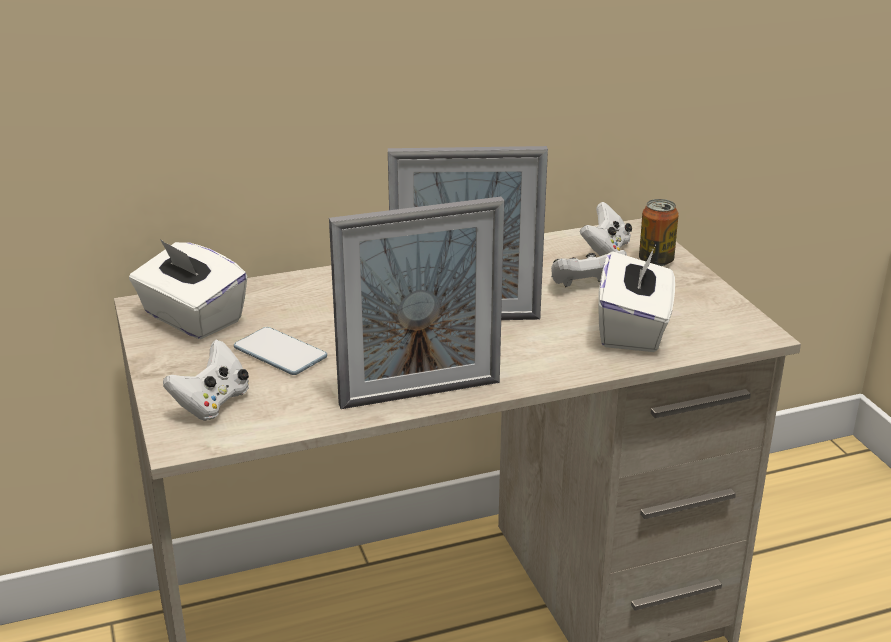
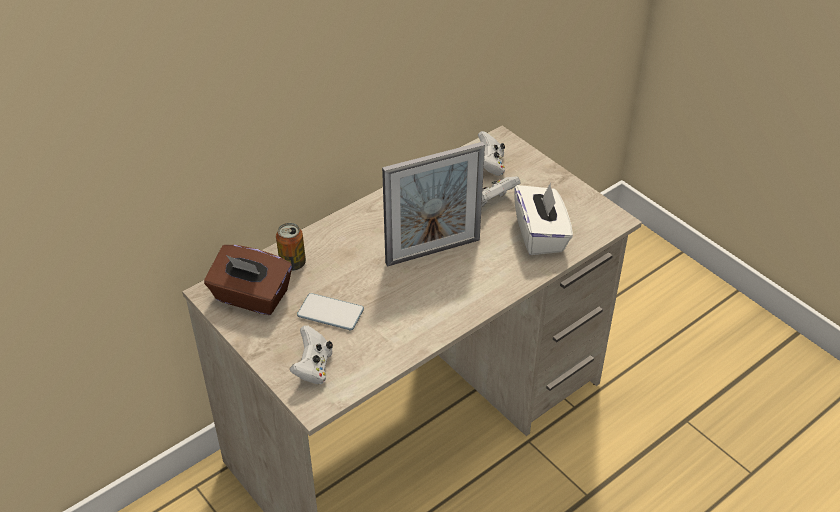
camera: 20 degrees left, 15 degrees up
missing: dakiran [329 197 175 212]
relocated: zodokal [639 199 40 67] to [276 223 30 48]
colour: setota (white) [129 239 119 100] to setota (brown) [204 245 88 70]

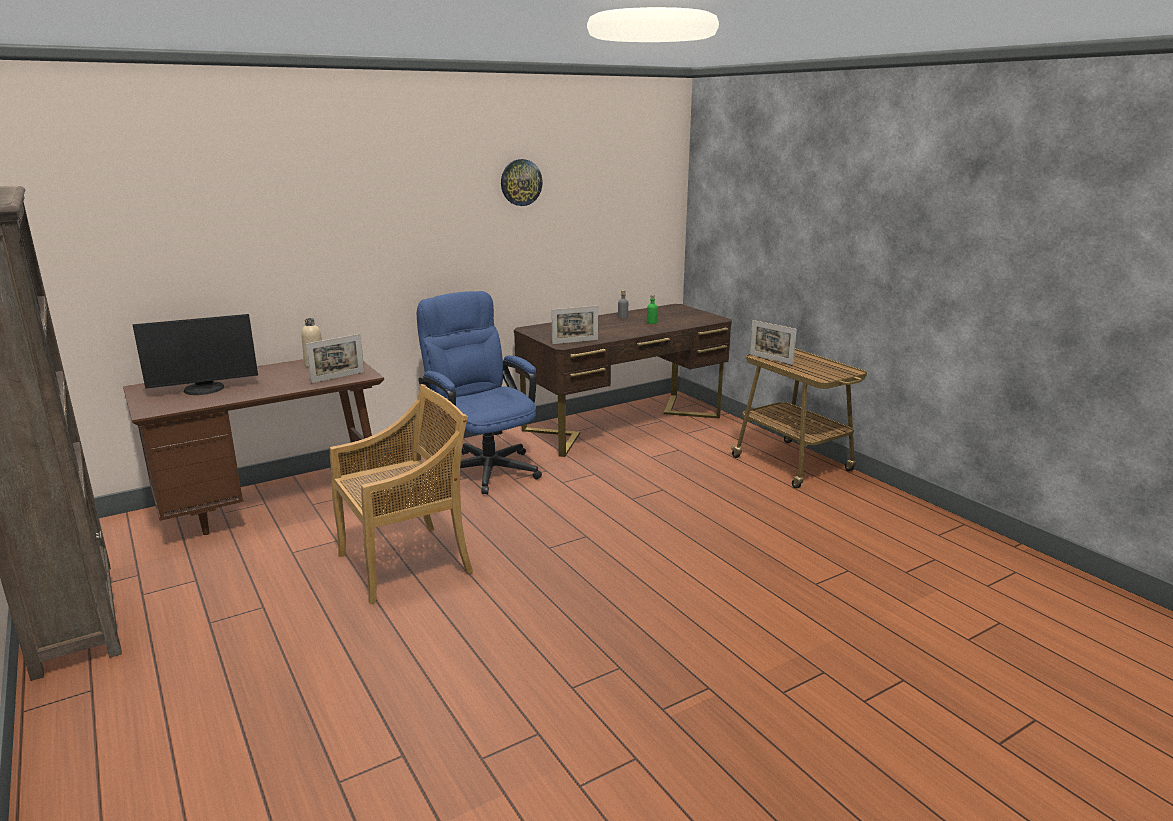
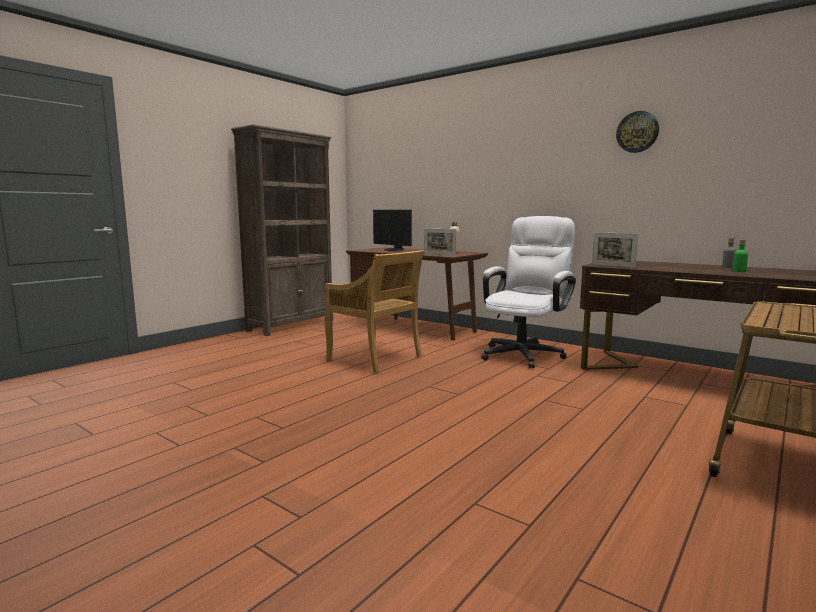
camera: 70 degrees right, 10 degrees down
missing: dakiran [750 320 47 45]
colour: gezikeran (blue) [417 291 125 203] to gezikeran (white) [481 216 95 152]

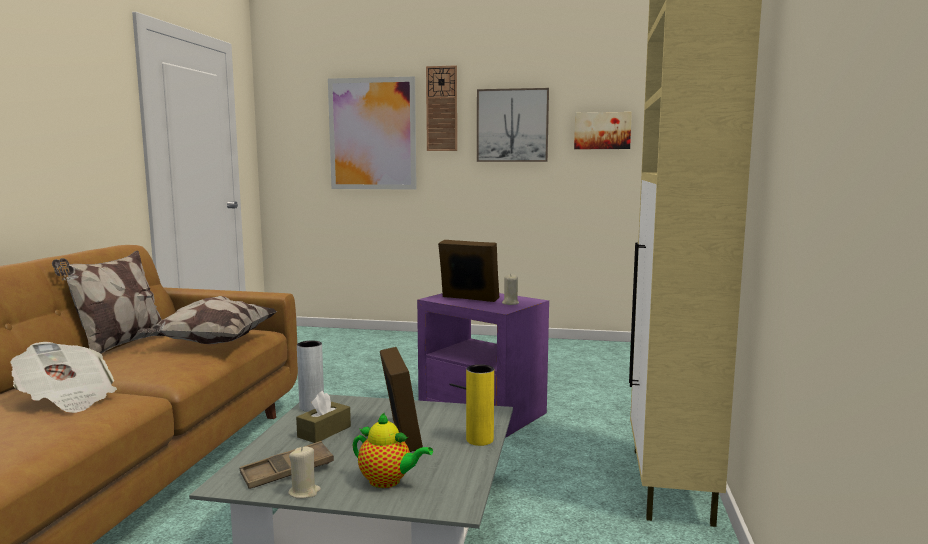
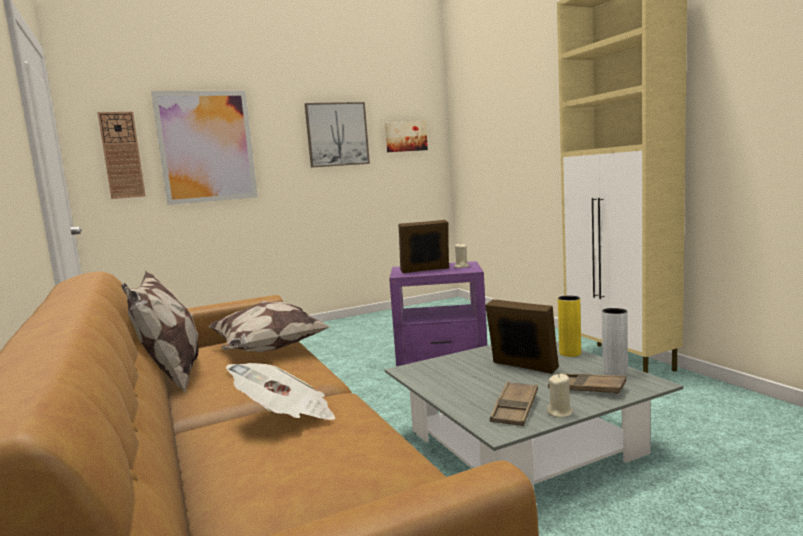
camera: 35 degrees left, 0 degrees up
missing: setota (brown) [296 391 55 52]
relocated: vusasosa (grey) [297 341 27 71] to [602 308 26 68]; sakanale [426 66 31 85] to [98 111 48 88]
exchanged: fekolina [353 413 80 75] to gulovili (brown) [548 373 78 21]

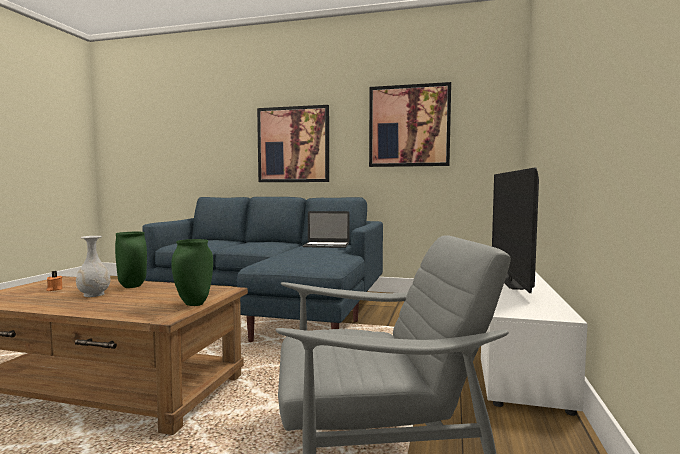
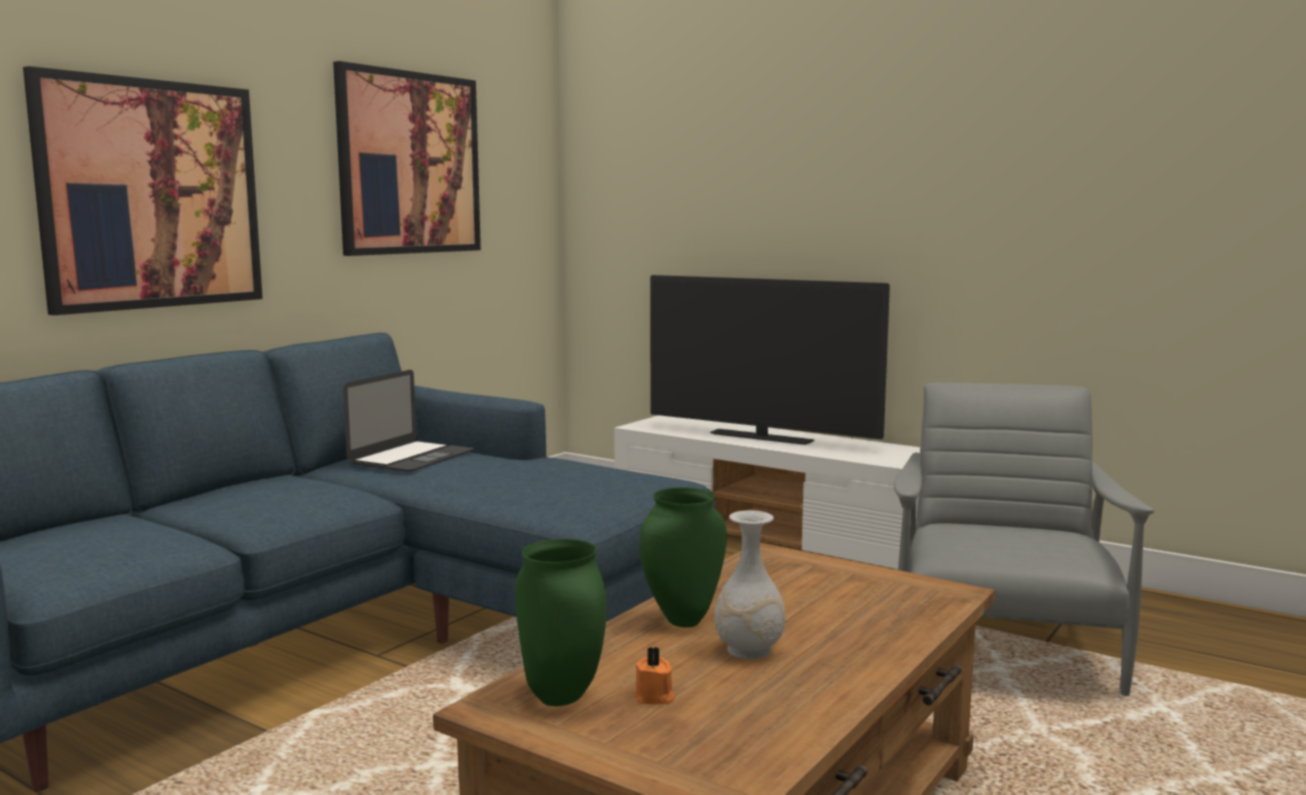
camera: 70 degrees left, 5 degrees up
relocated: vusasosa (green) [171 239 42 67] to [515 539 91 167]

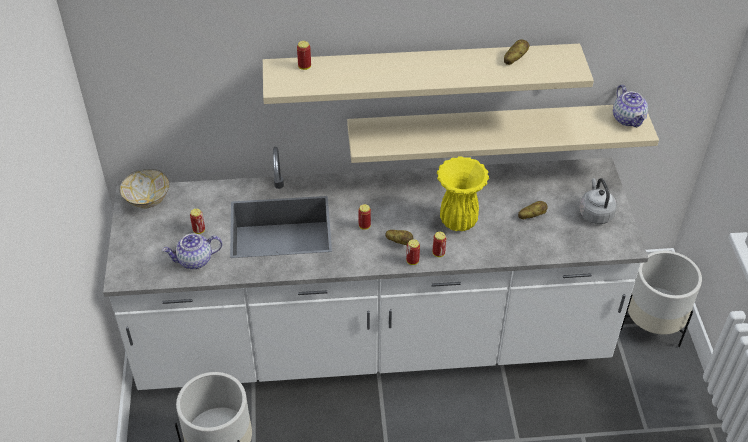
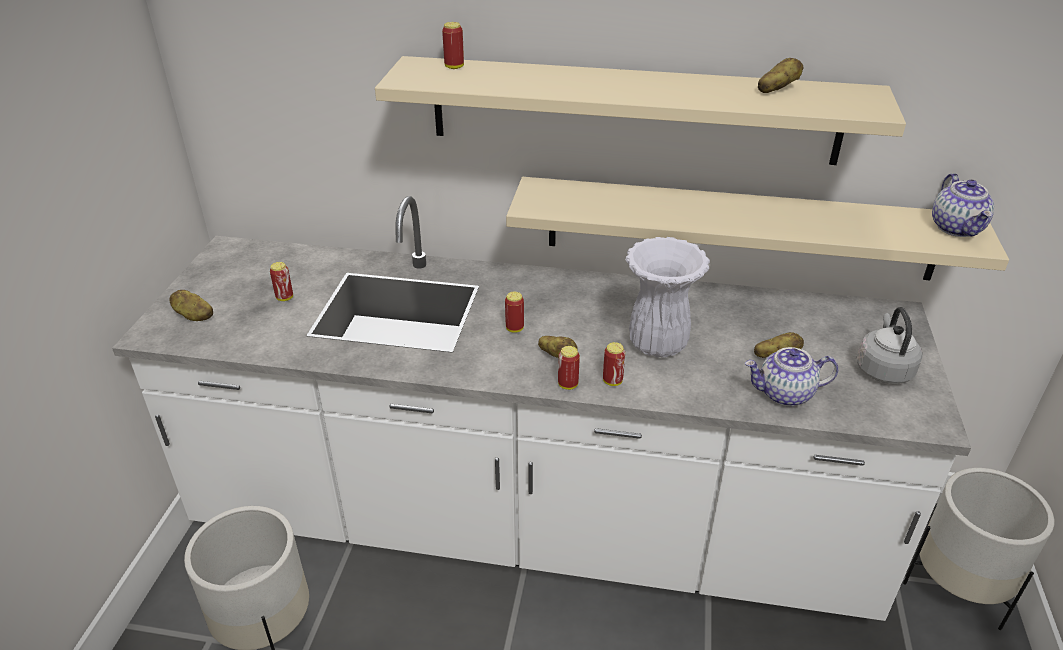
camera: 15 degrees right, 10 degrees down
missing: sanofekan [119 169 50 40]
appeared: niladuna [169 290 44 31]
relocated: fekolina [162 233 60 36] to [745 347 93 59]
colour: vusasosa (yellow) [437 156 52 75] to vusasosa (white) [626 237 84 121]

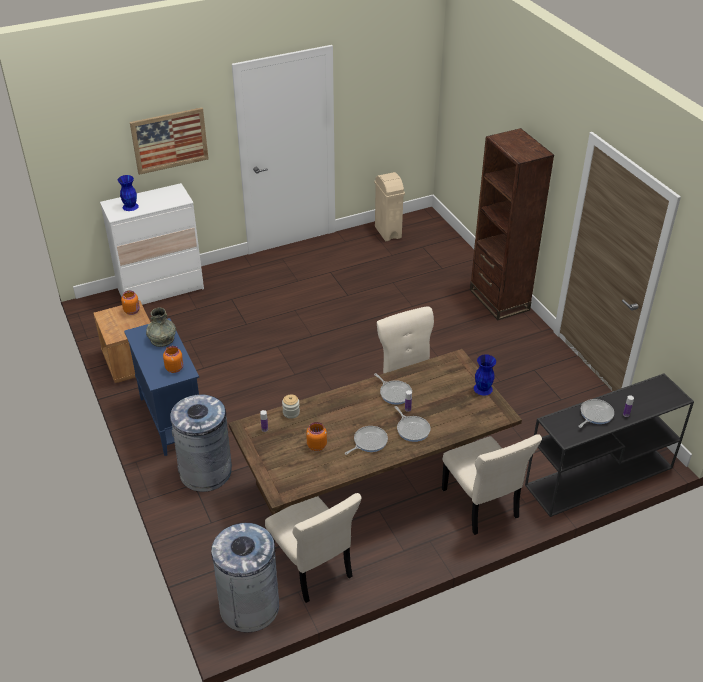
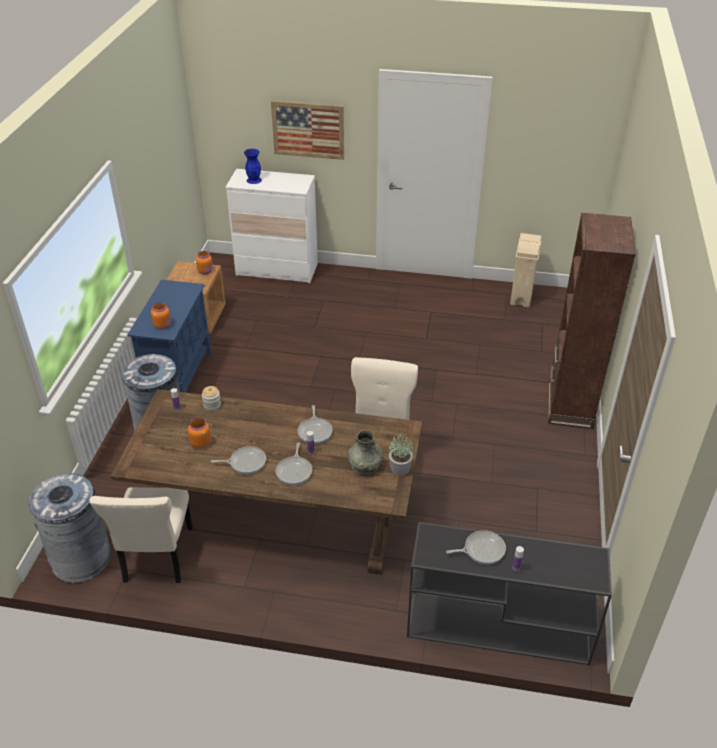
camera: 35 degrees right, 0 degrees up
missing: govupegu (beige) [442 434 100 101]
relocated: vusasosa (grey) [146 308 30 39] to [348 430 35 45]
exchanged: vusasosa (blue) [474 354 22 42] to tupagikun [389 433 24 42]

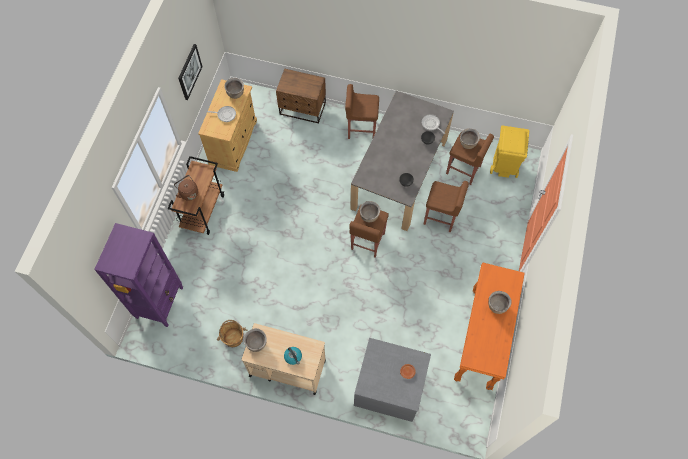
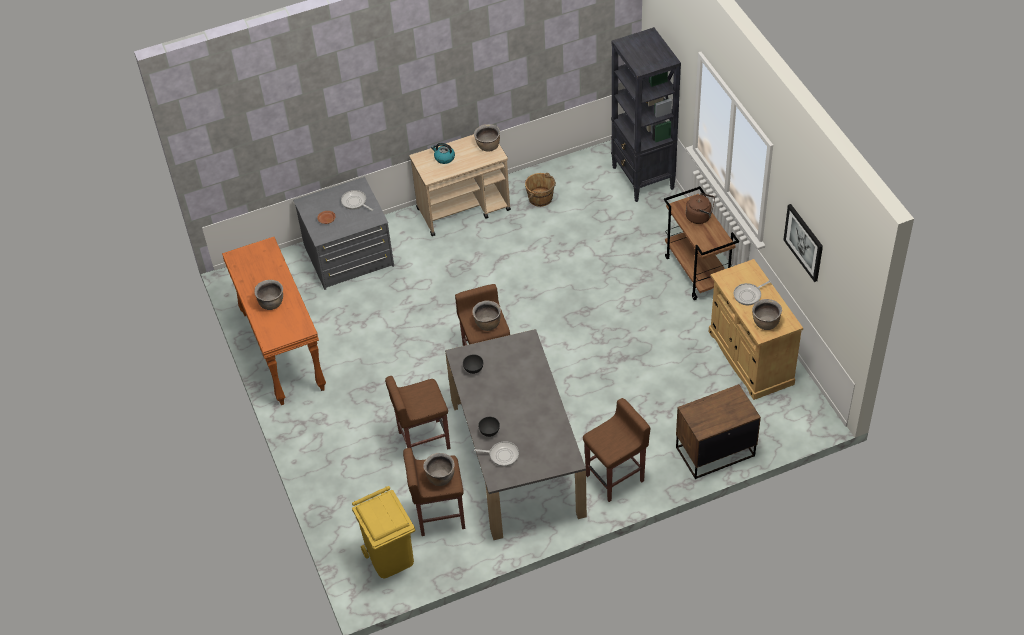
camera: 145 degrees right, 15 degrees down
appeared: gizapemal [341 190 32 21]
colour: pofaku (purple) [94 223 89 104] to pofaku (black) [611 27 70 175]

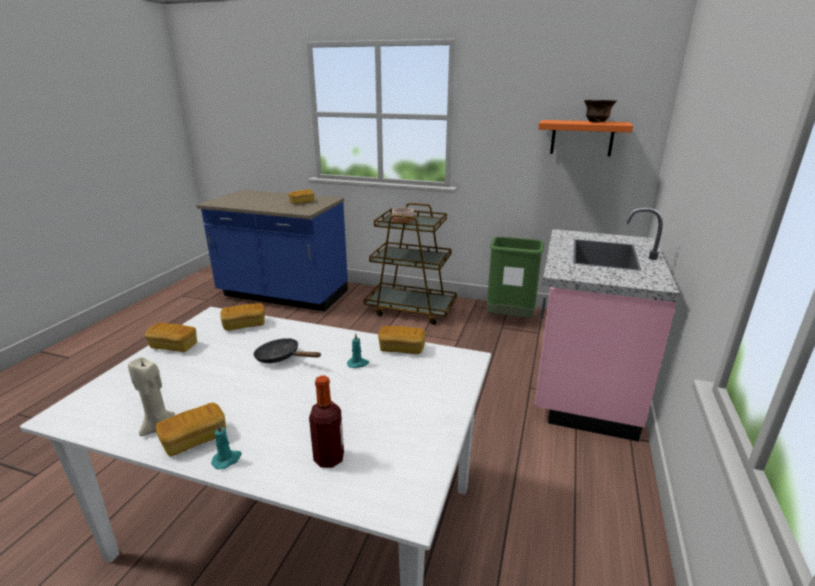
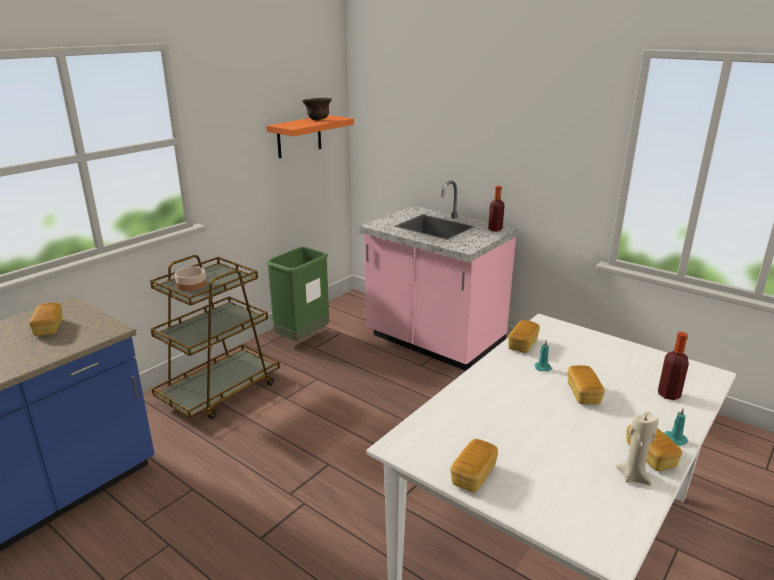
camera: 70 degrees left, 0 degrees up
missing: gizapemal (black) [253 338 68 25]
appeared: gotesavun [488 186 17 46]
relocated: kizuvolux [220 303 45 28] to [568 365 37 40]

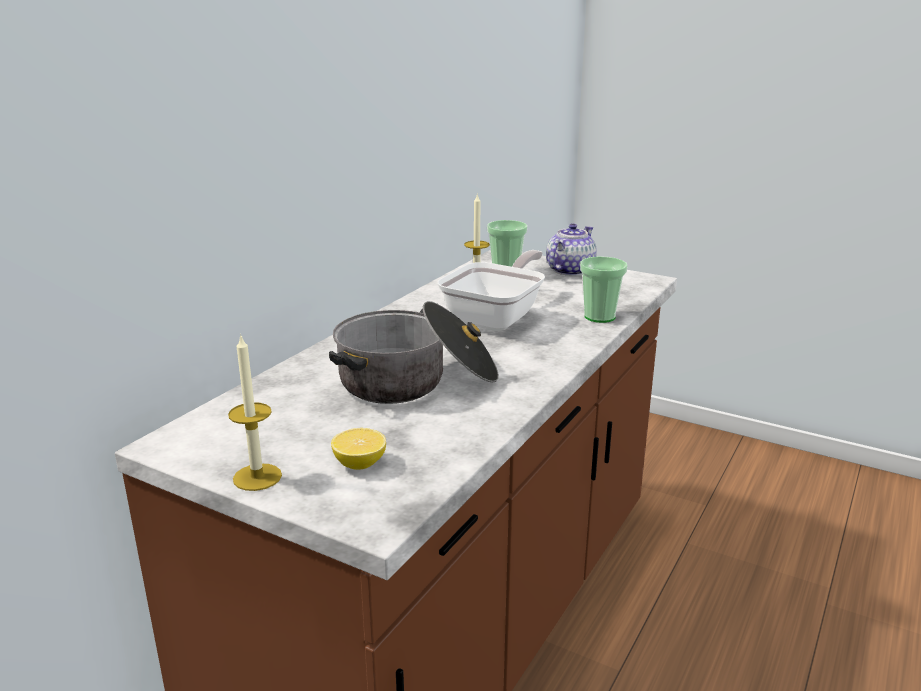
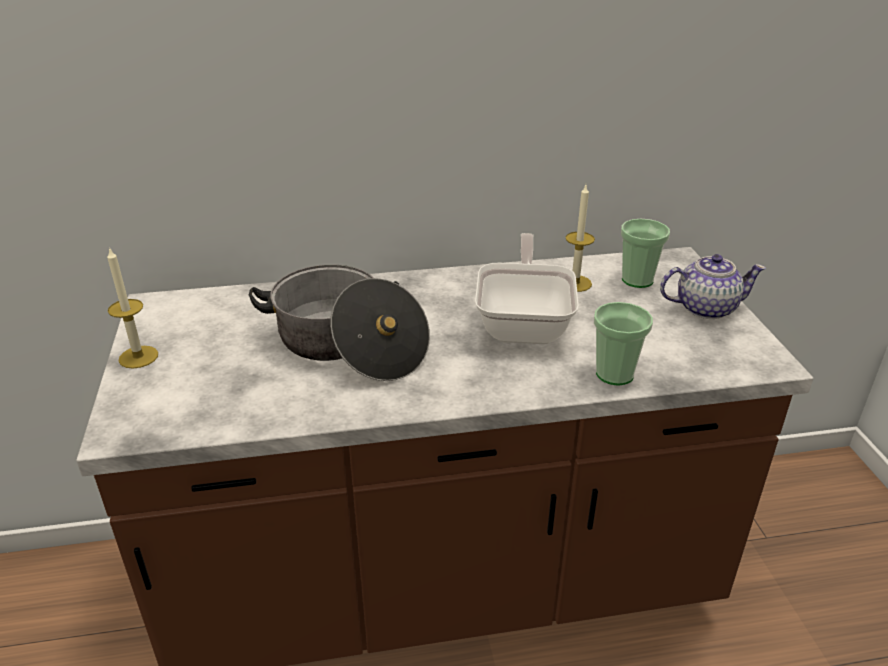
camera: 50 degrees right, 10 degrees up
missing: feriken [331 428 55 42]
spun: gizapemal [437 250 108 81] = [475 233 104 111] 75 degrees counterclockwise

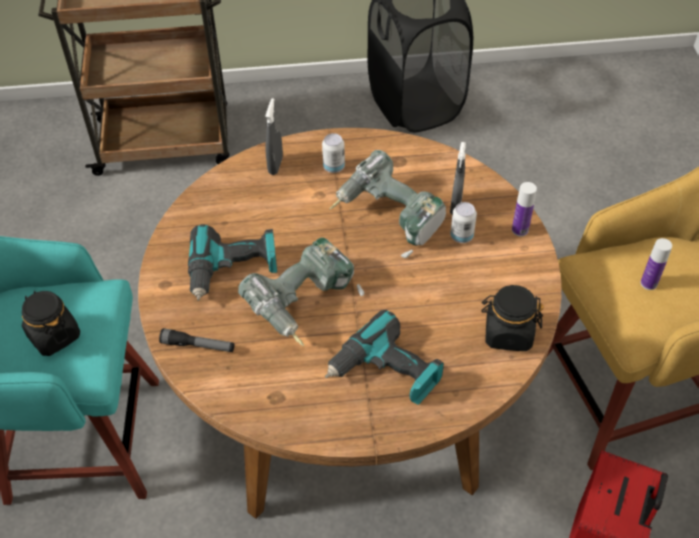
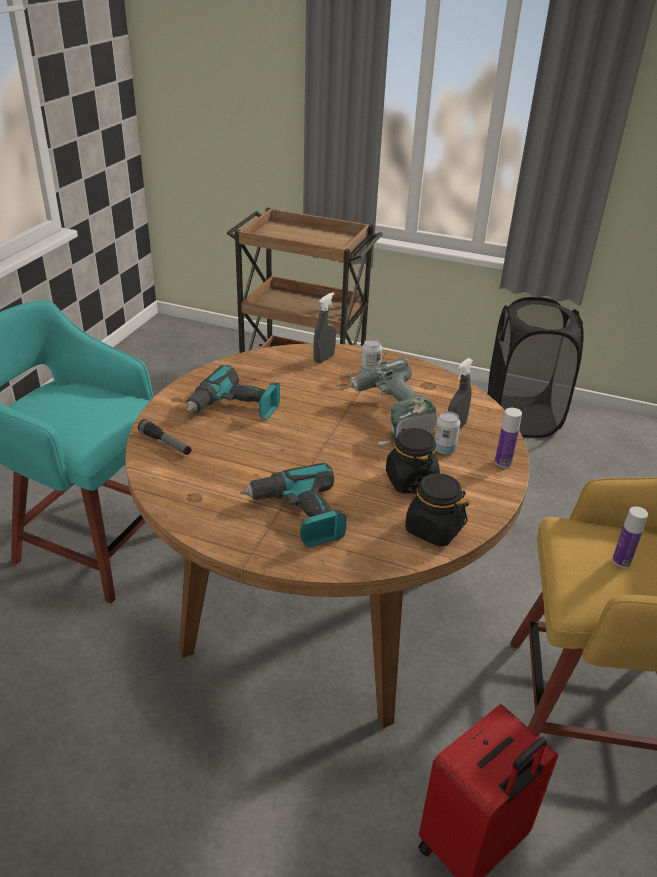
camera: 25 degrees right, 15 degrees down
missing: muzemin [238 237 126 109]
relocated: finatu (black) [22 291 58 65] to [386 427 54 67]

